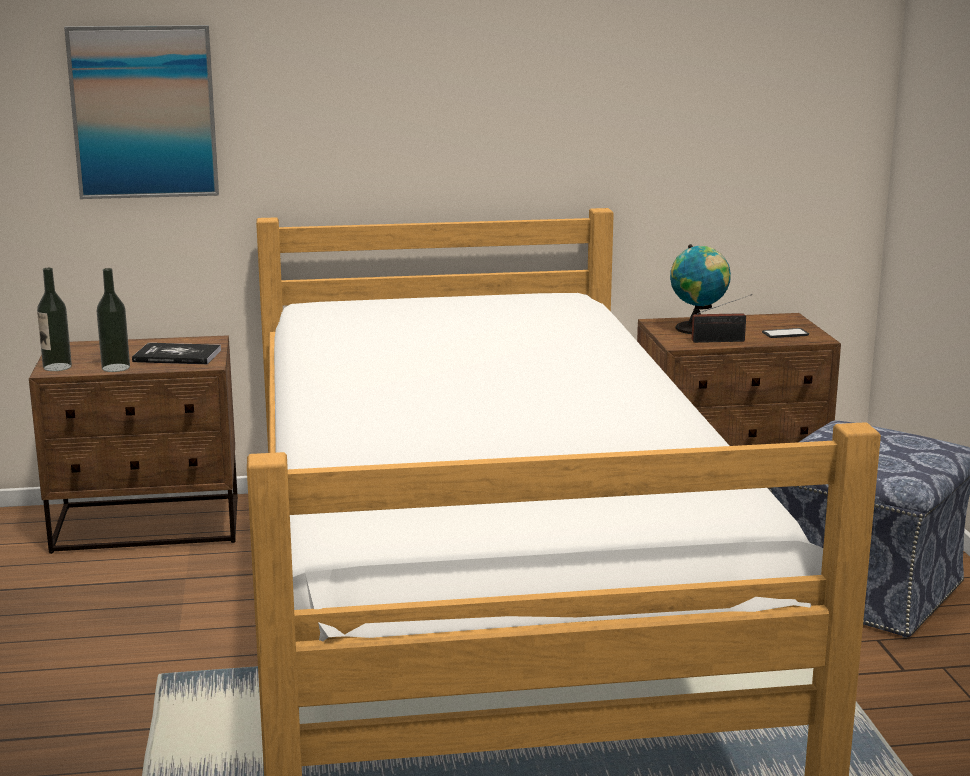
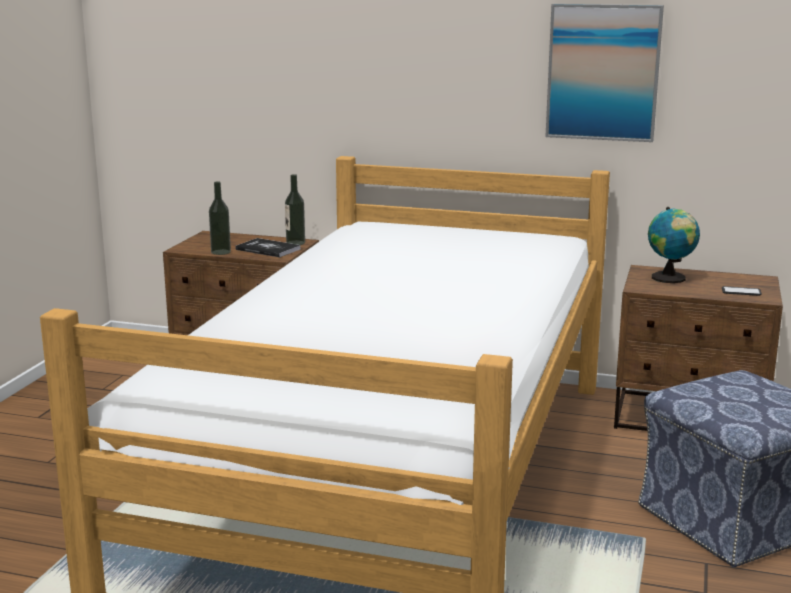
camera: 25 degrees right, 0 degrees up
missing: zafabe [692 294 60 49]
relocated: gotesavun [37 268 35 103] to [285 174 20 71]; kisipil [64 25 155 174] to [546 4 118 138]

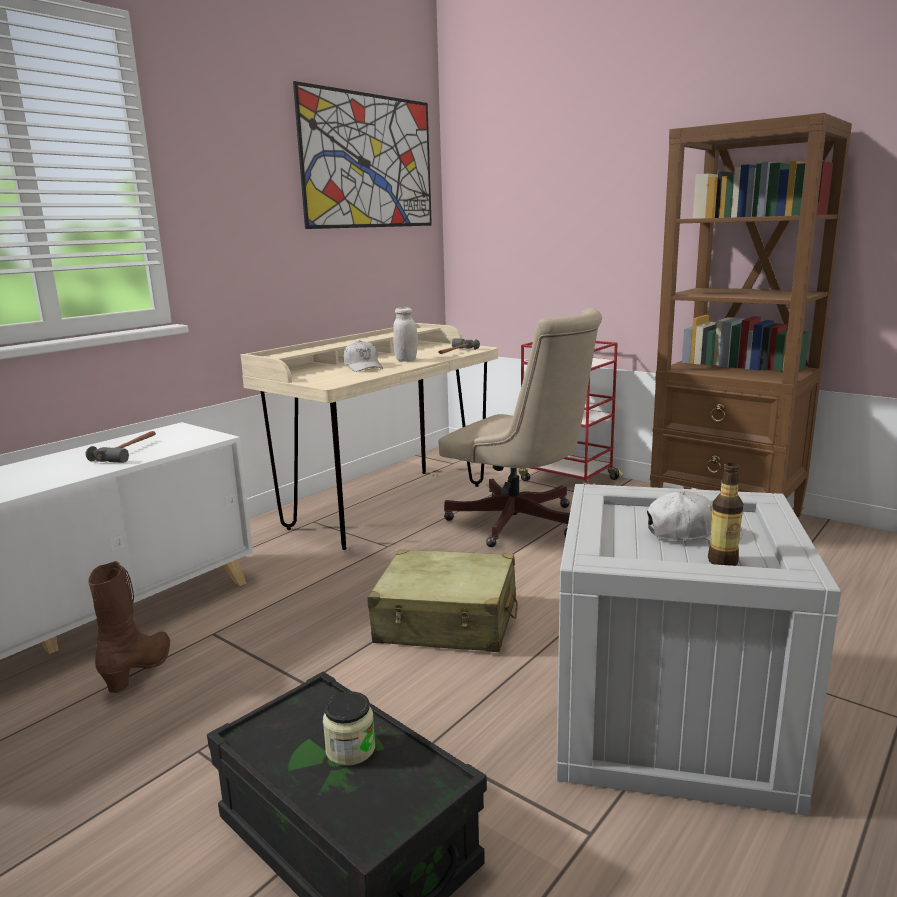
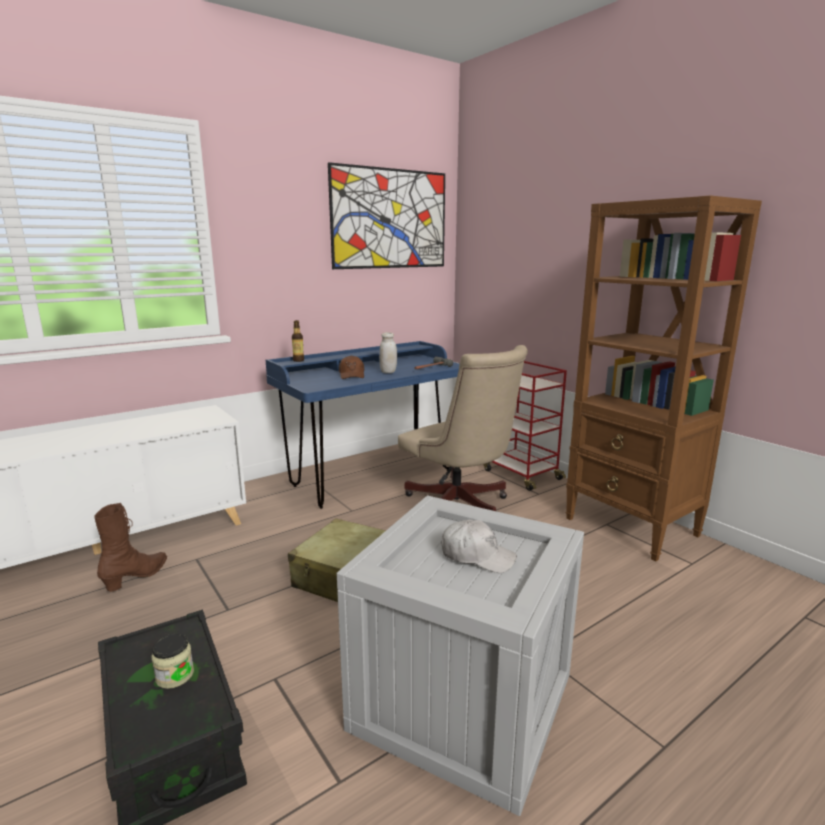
camera: 15 degrees right, 0 degrees up
missing: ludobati [86 431 70 32]
relocated: gotesavun [708 463 35 103] to [292 320 12 42]
colour: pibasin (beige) [241 323 257 227] to pibasin (blue) [266 341 194 168]; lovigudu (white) [343 340 40 32] to lovigudu (brown) [339 355 25 24]

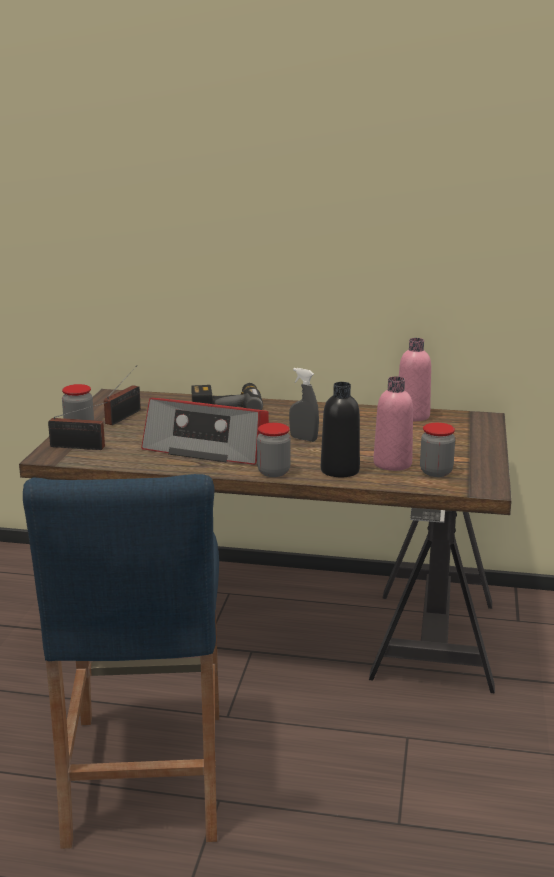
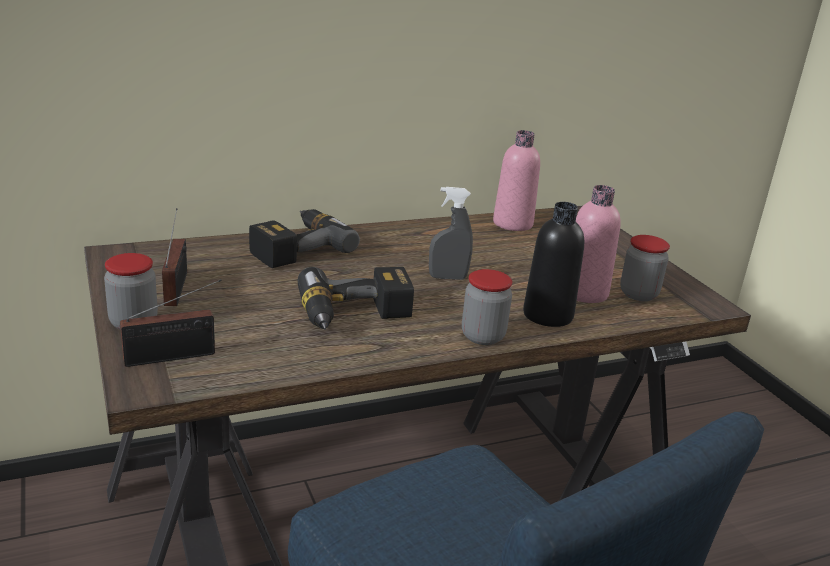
camera: 35 degrees left, 5 degrees up
exchanged: zafabe [141 398 128 67] to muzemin [297 267 117 63]

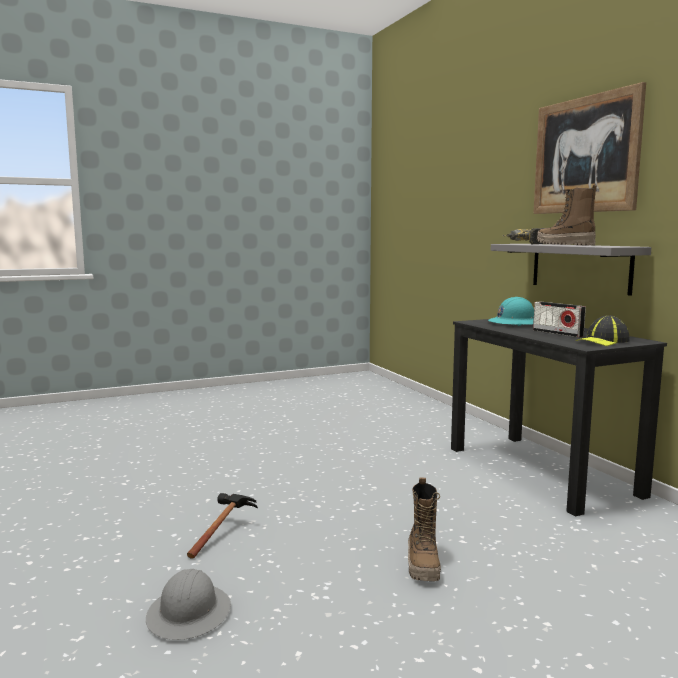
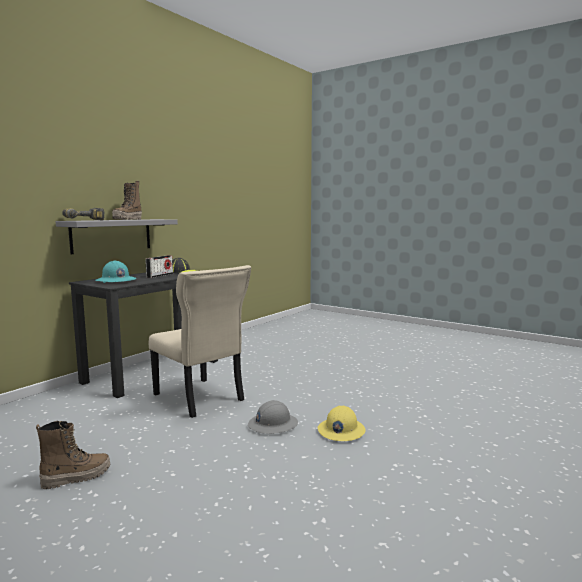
camera: 120 degrees left, 0 degrees up
missing: kisipil [533 82 113 132]
appeared: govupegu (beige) [149 265 102 153]
relocated: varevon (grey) [146 569 85 71] to [248 400 50 34]; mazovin [408 478 33 103] to [36 421 74 68]
exchanged: ludobati [187 493 71 66] to varevon (yellow) [318 406 47 35]

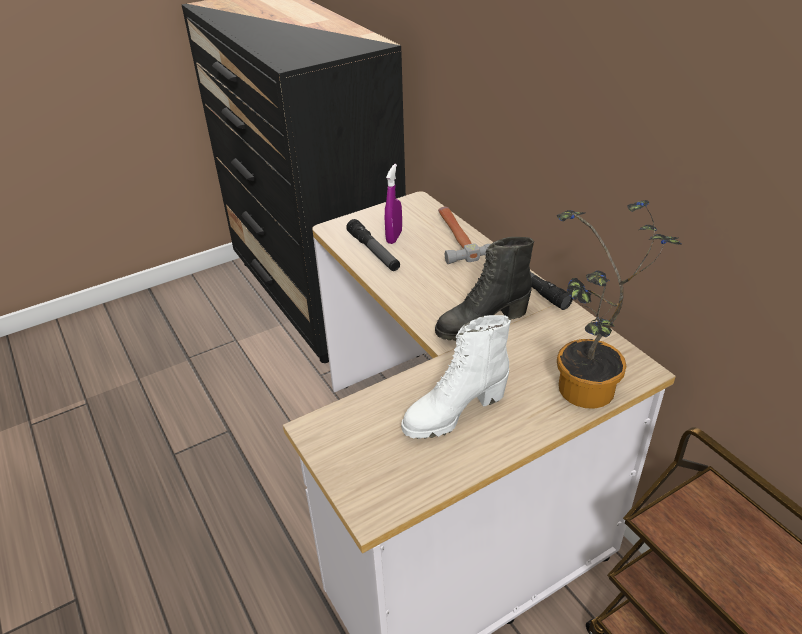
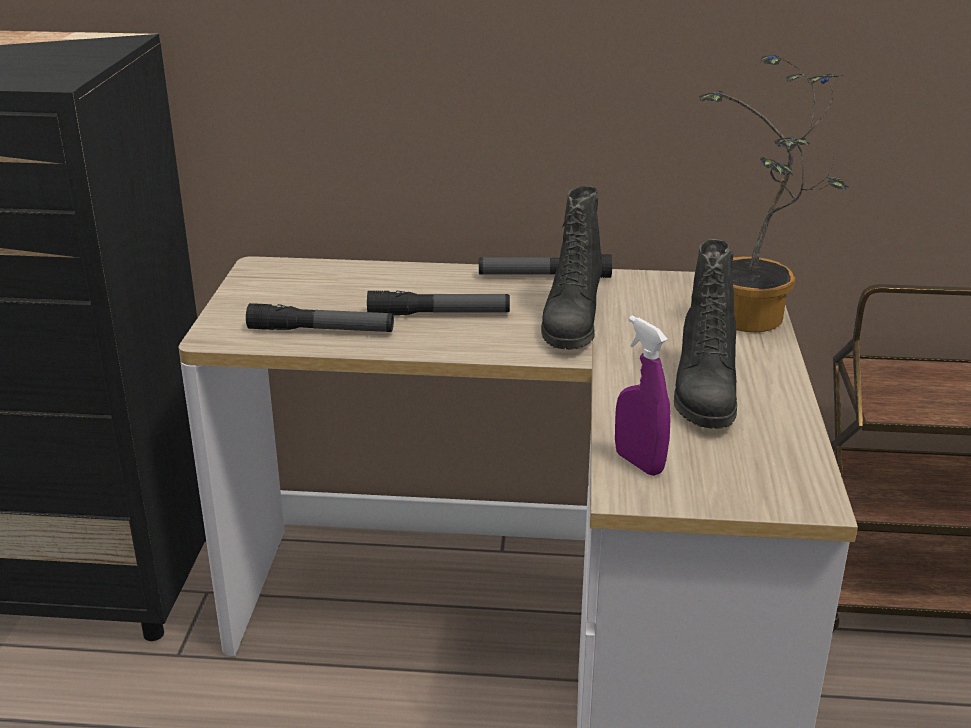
camera: 55 degrees left, 10 degrees down
missing: ludobati [438 207 52 57]
appeared: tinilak [367 291 143 24]
relocated: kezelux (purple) [385 164 17 80] to [615 316 56 160]
colour: mazovin (white) [401 315 110 124] to mazovin (black) [674 239 63 190]

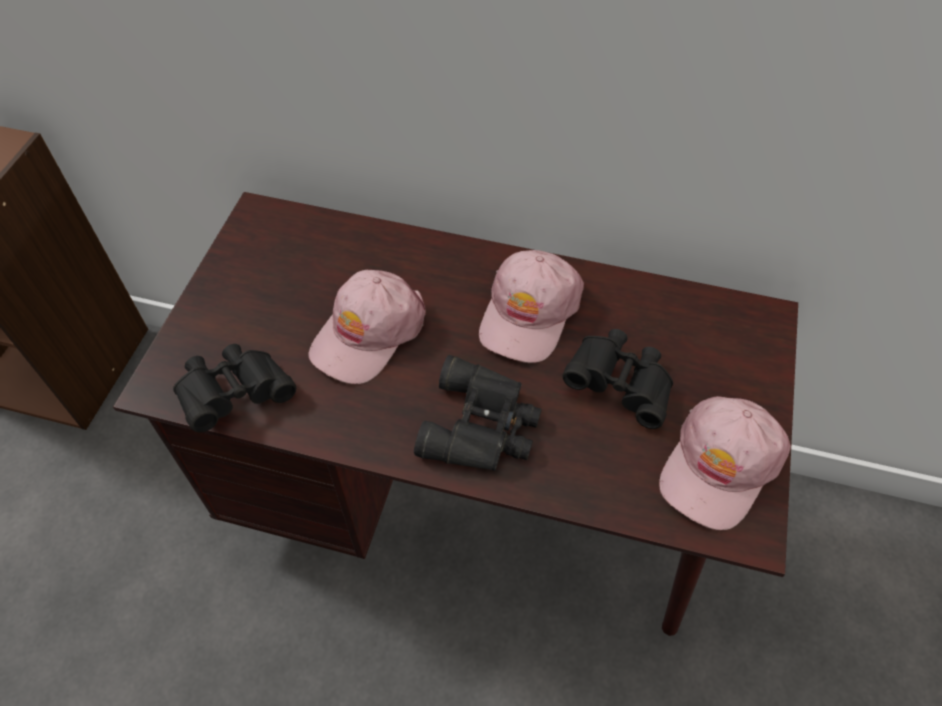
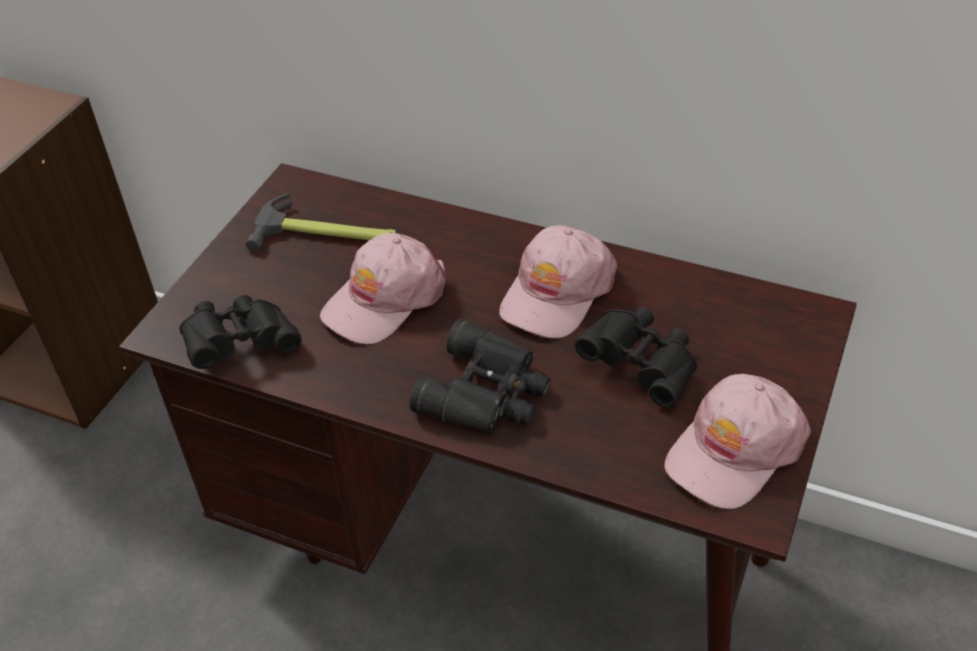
camera: 10 degrees right, 10 degrees down
appeared: ludobati [245 193 151 59]

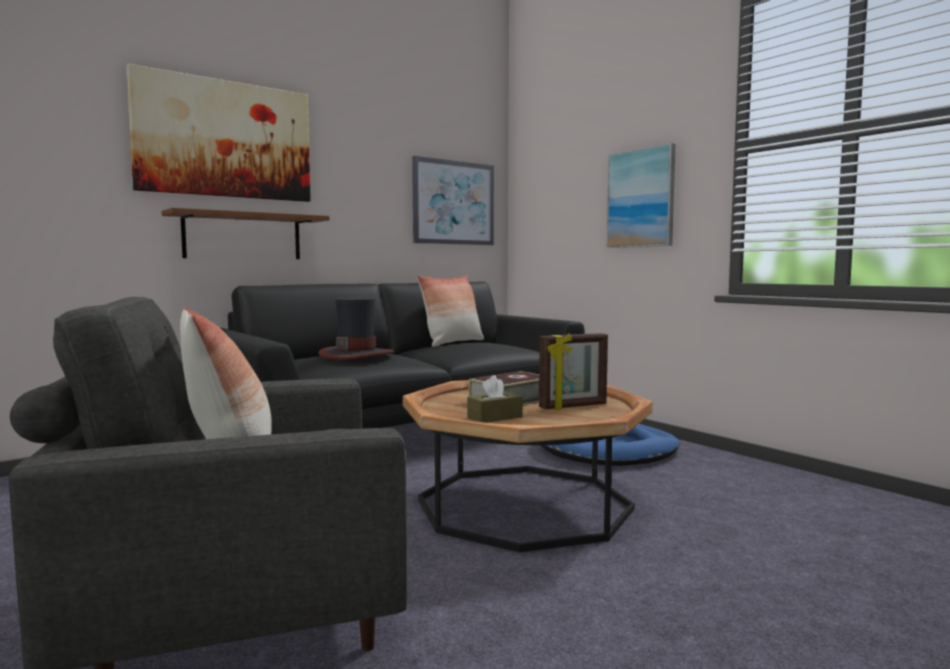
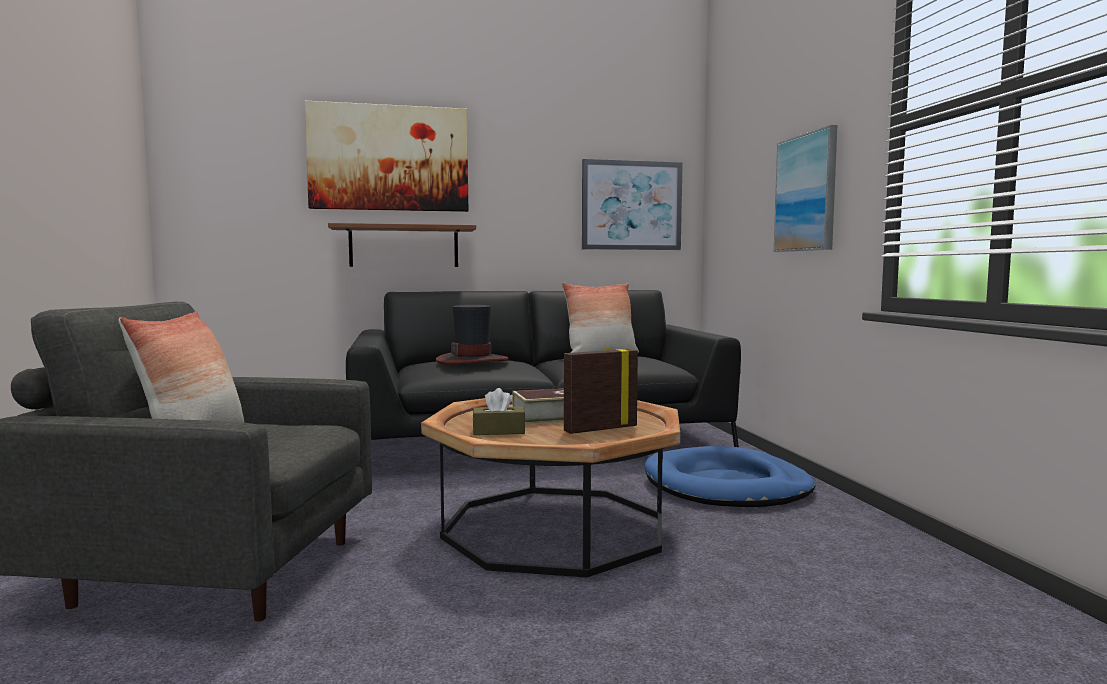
camera: 25 degrees right, 0 degrees up
spun: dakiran [539 333 69 77] = [564 347 74 87] 150 degrees clockwise

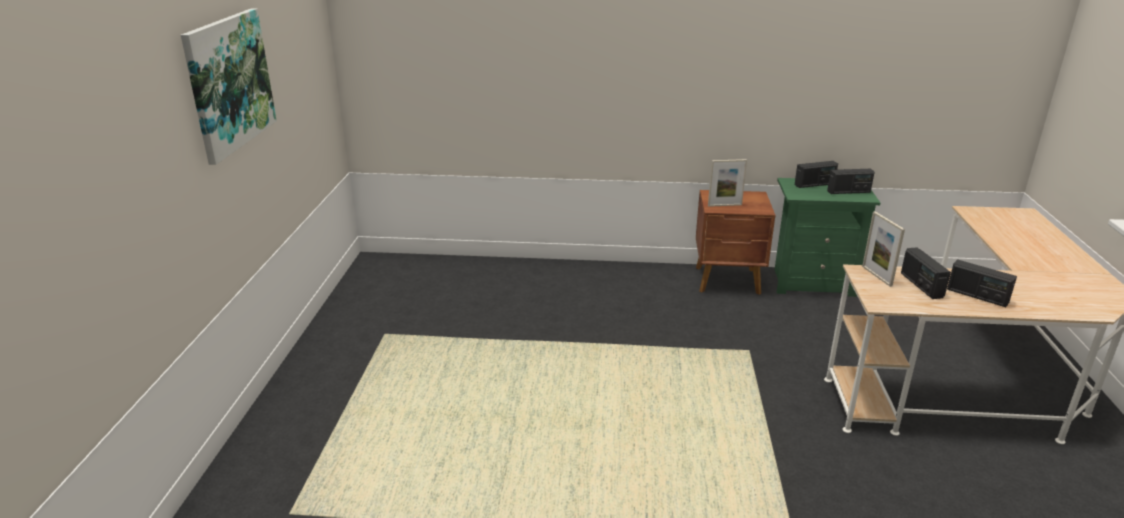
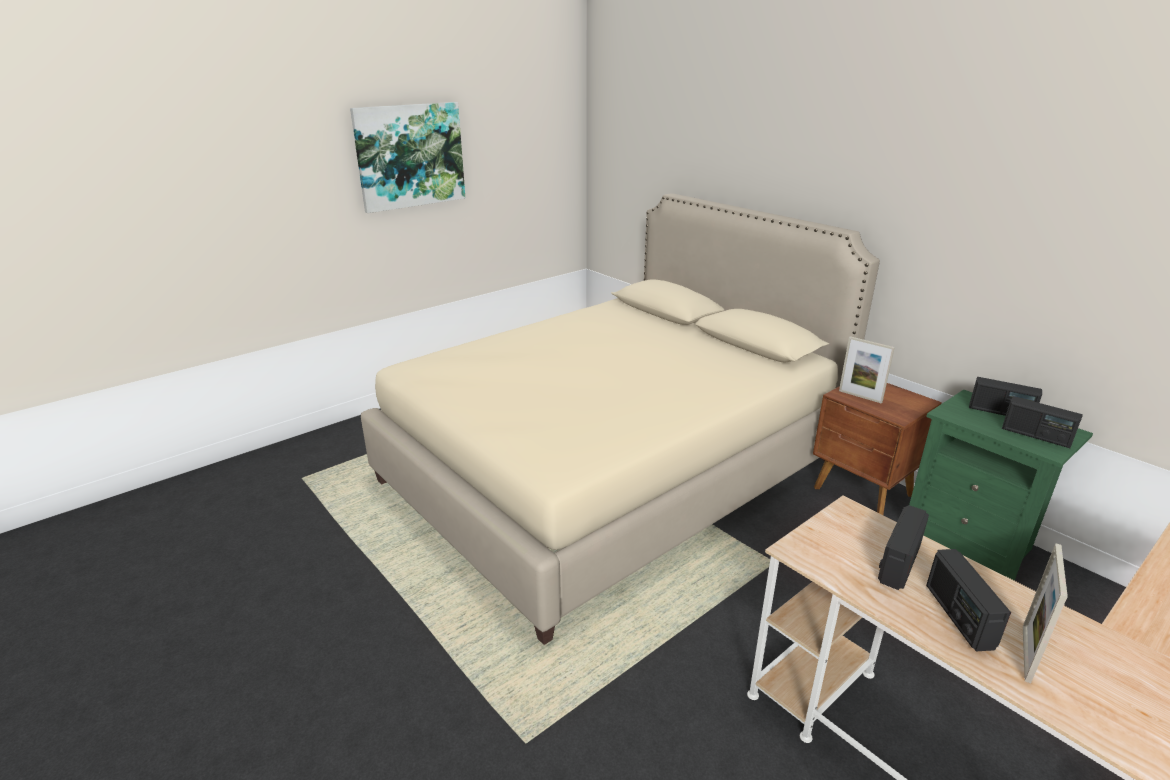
camera: 45 degrees right, 0 degrees up
appeared: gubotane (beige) [361 193 519 452]
relocated: dakiran [862 211 43 76] to [1023 543 45 140]

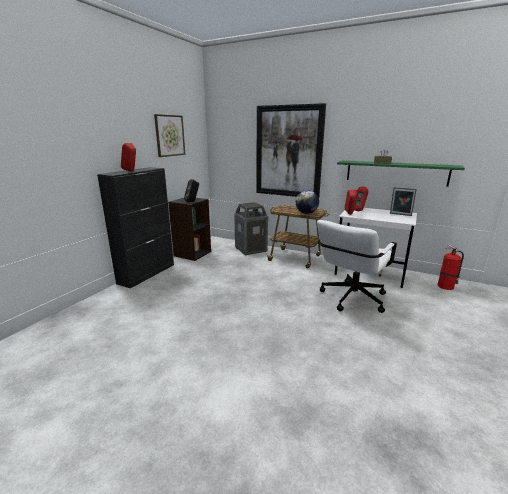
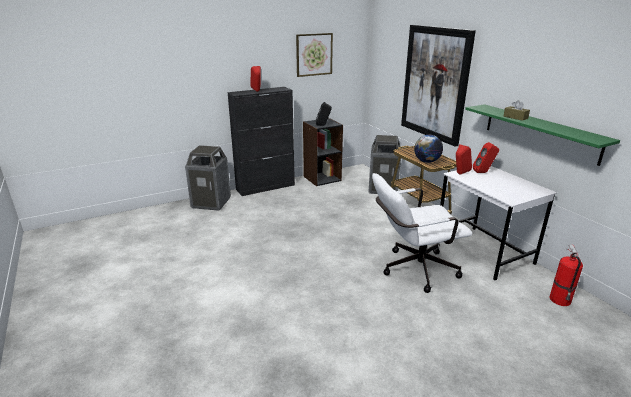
camera: 35 degrees right, 5 degrees up
missing: dakiran [390 187 27 29]
appeared: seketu [185 145 46 66]

